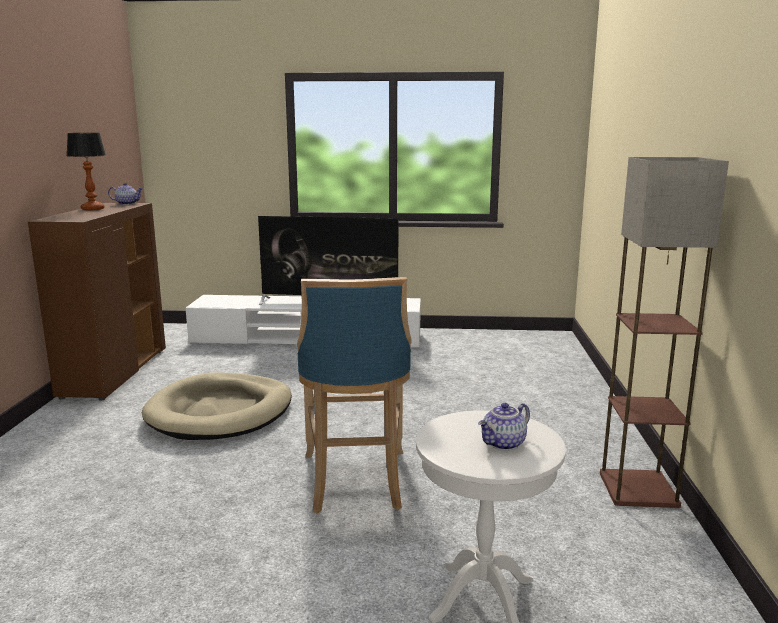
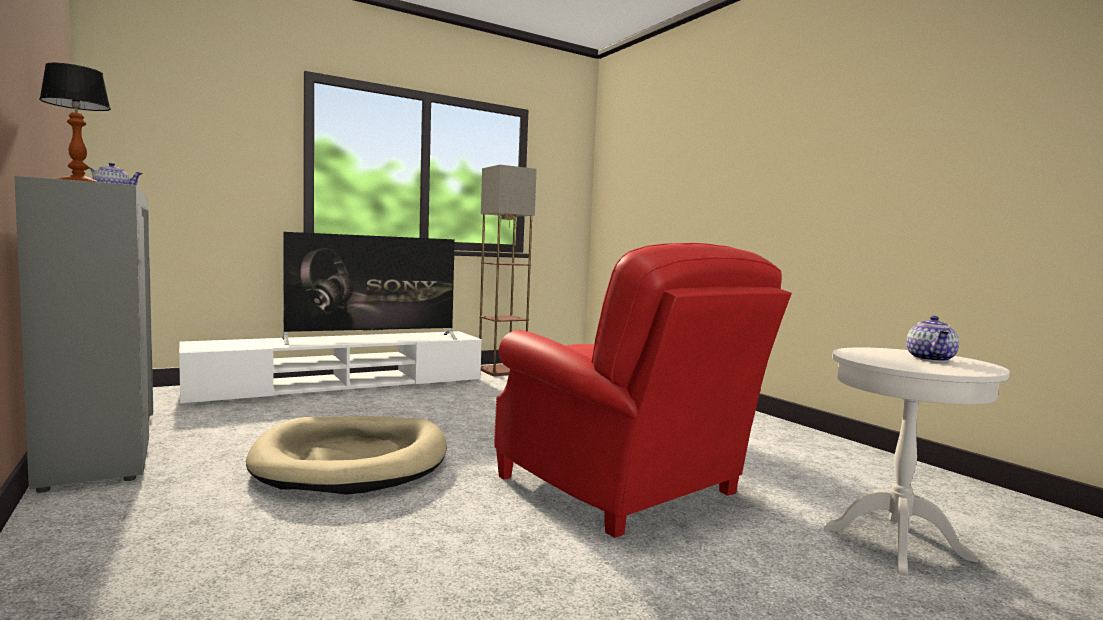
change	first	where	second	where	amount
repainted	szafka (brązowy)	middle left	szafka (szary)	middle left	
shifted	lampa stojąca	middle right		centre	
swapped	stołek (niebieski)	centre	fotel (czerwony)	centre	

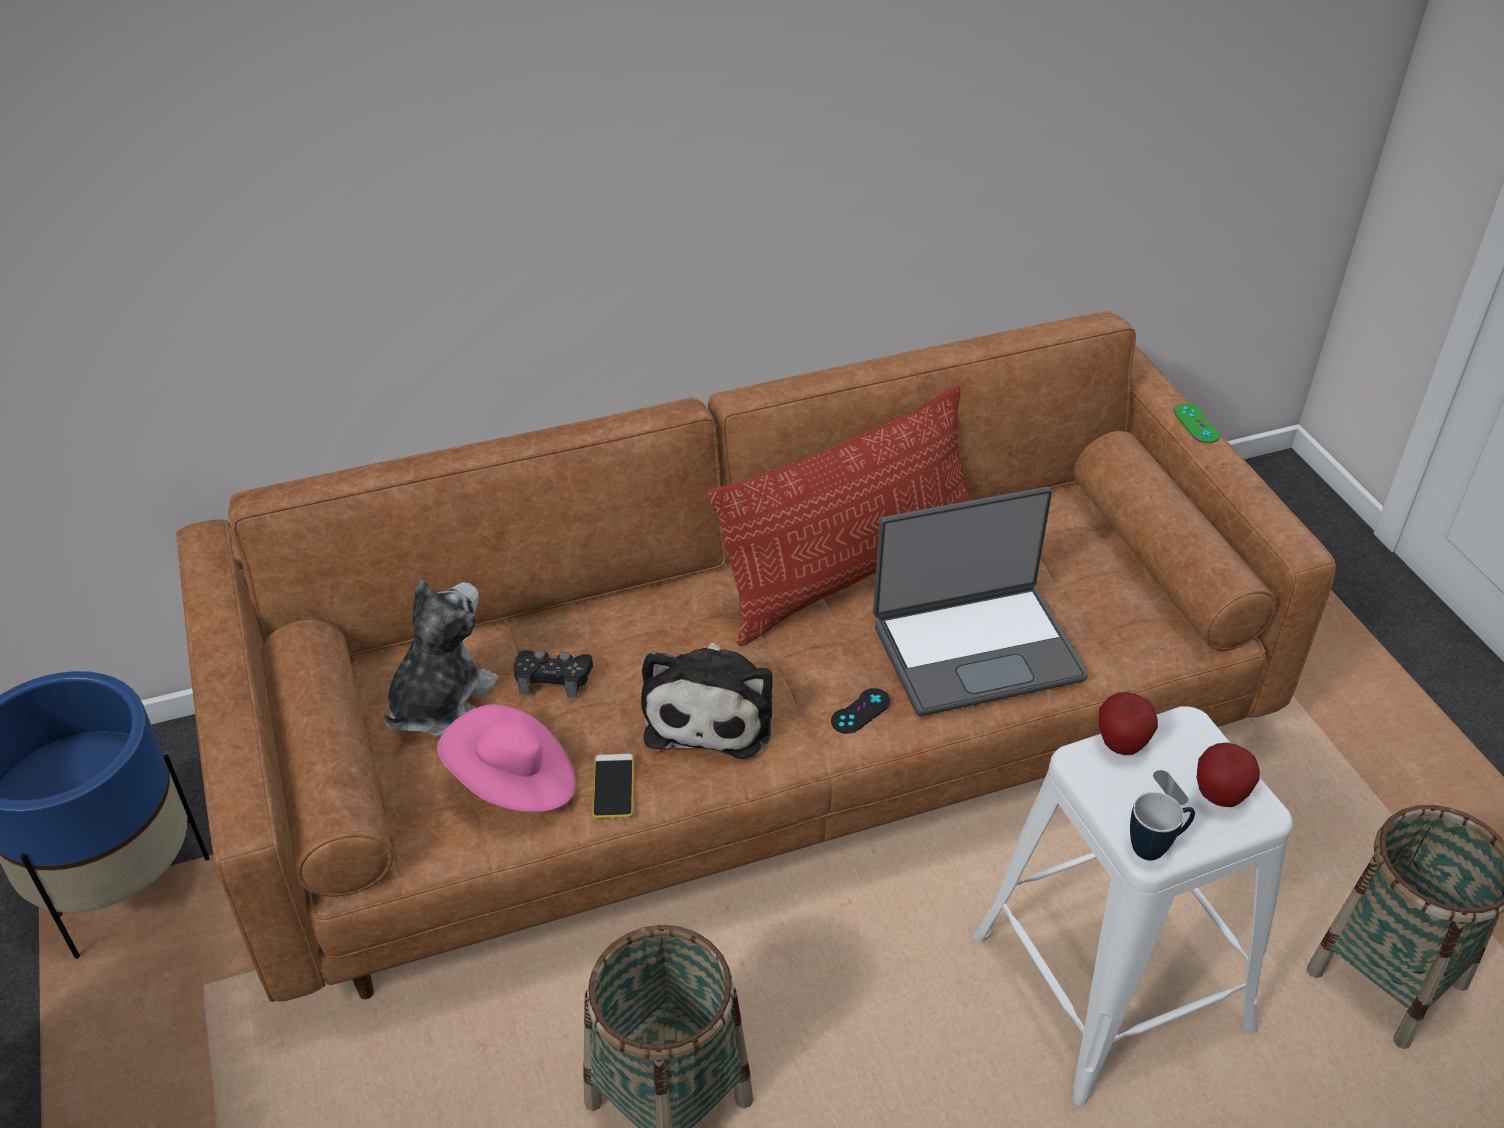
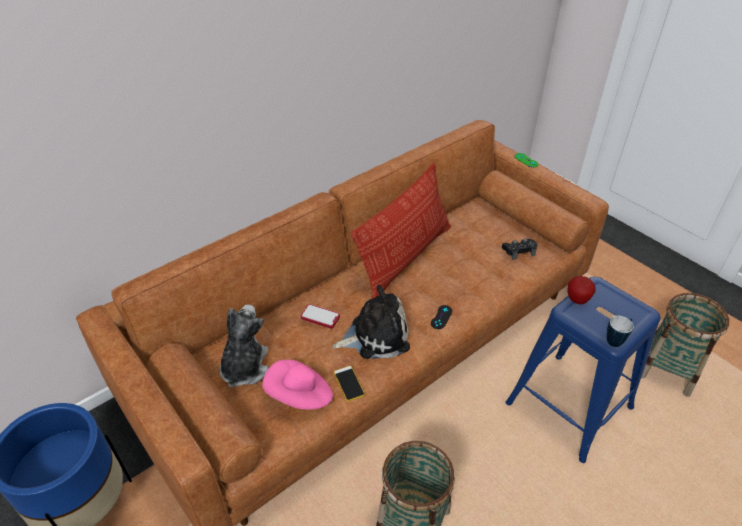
change	first	where	second	where	amount
new			telefon (no. 1 from left)	centre	
rotated	pluszak (no. 2 from left)	centre		centre	90 degrees counterclockwise
shifted	pad do gier (czarny) (no. 1 from left in the first image)	centre	pad do gier (czarny) (no. 2 from left)	middle right	
repainted	stołek (biały)	bottom right	stołek (niebieski)	bottom right	
gone	laptop	centre			
gone	jabłko (no. 2 from left)	bottom right			

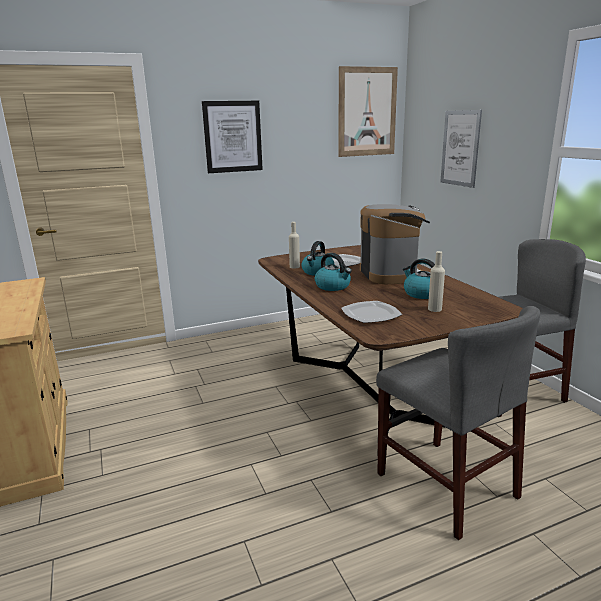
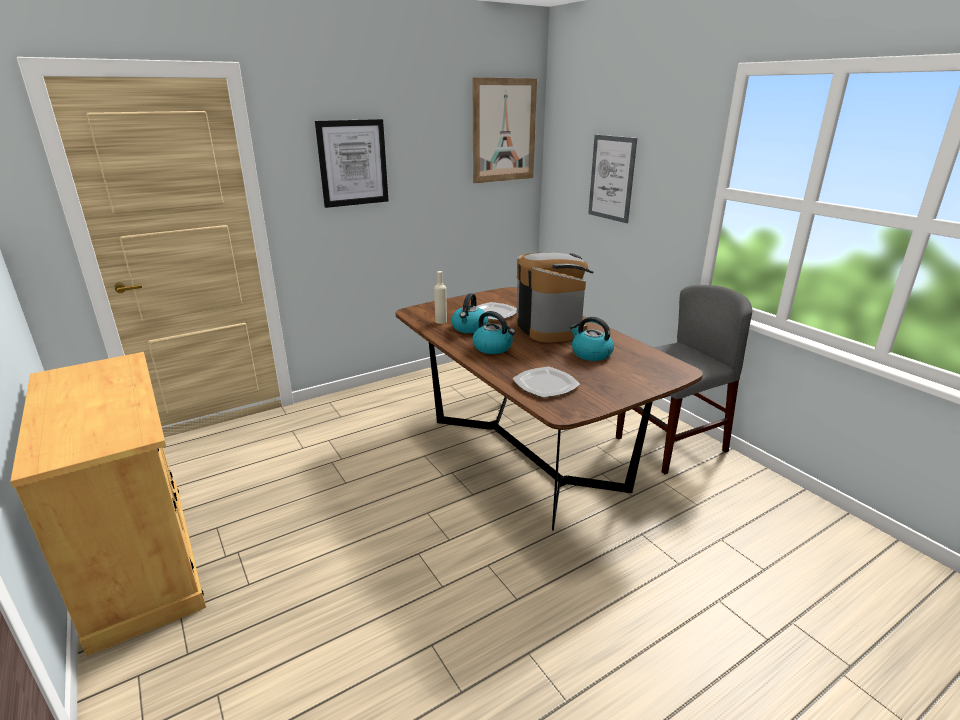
change	first	where	second	where	amount
gone	krzesło (szary) (no. 1 from left)	bottom right			
gone	butelka (beżowy) (no. 2 from left)	middle right			

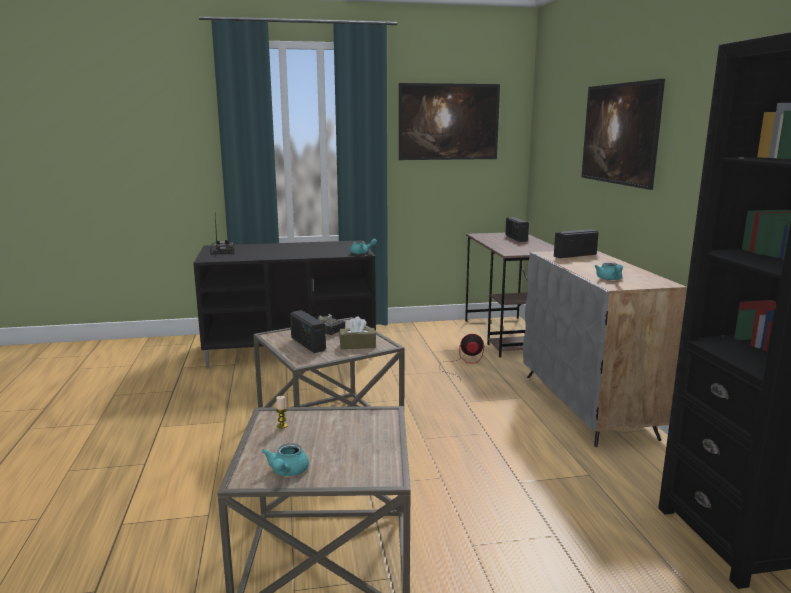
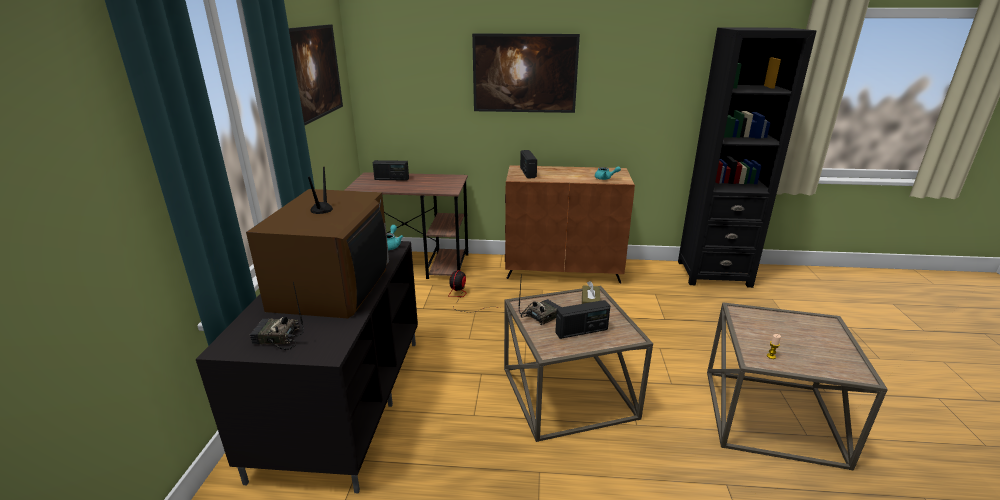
change	first	where	second	where	amount
new			telewizor	middle left	
repainted	szafka (szary)	middle right	szafka (brązowy)	centre	
gone	imbryk (turkusowy) (no. 1 from left)	bottom centre			

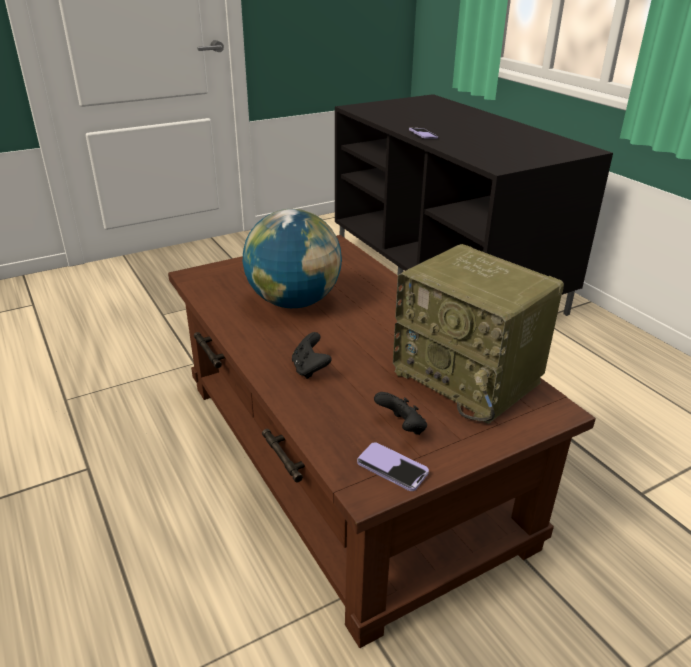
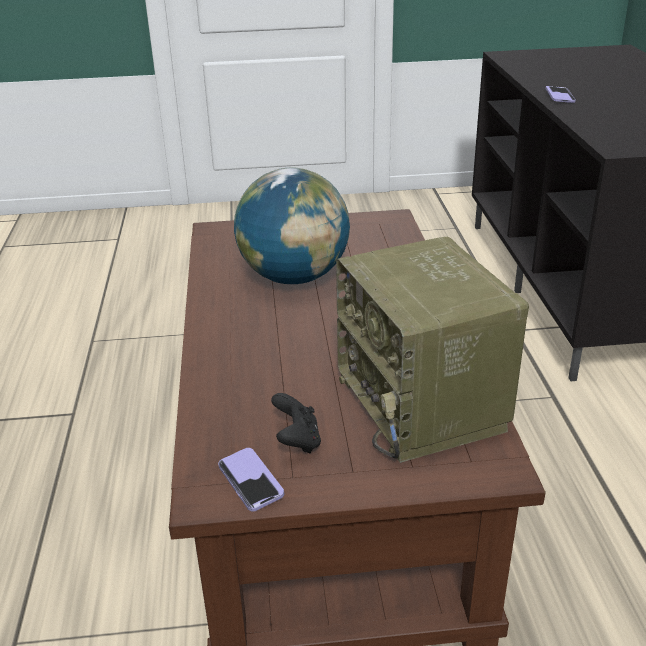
change	first	where	second	where	amount
gone	pad do gier (czarny) (no. 1 from left)	centre			

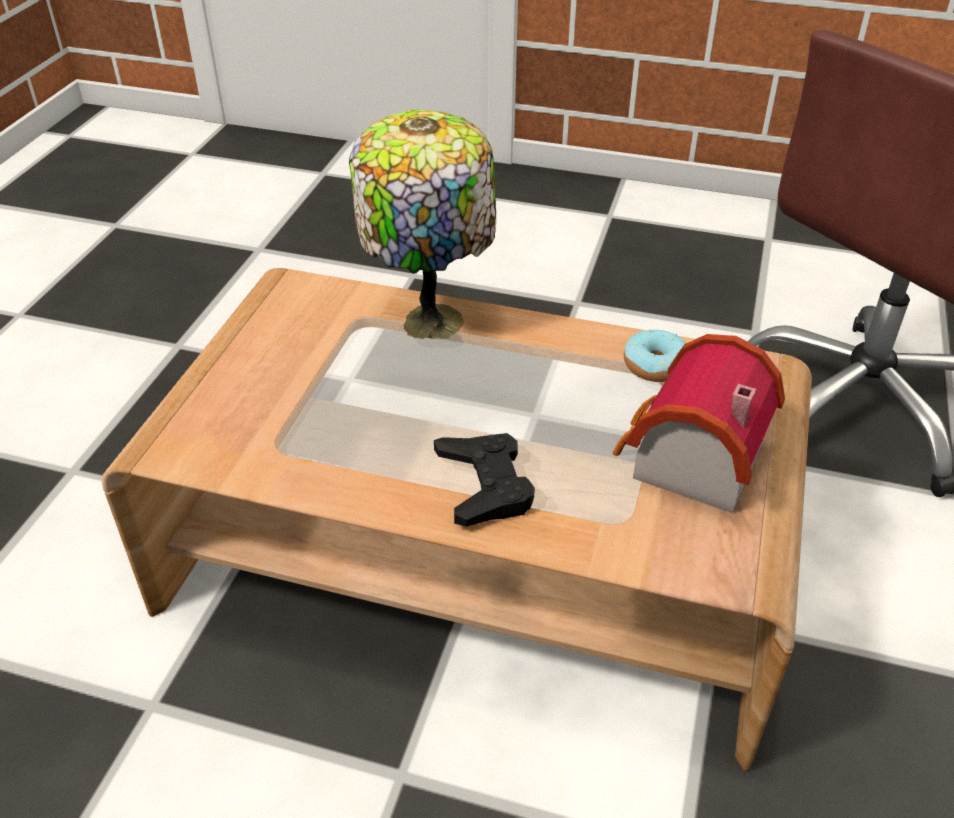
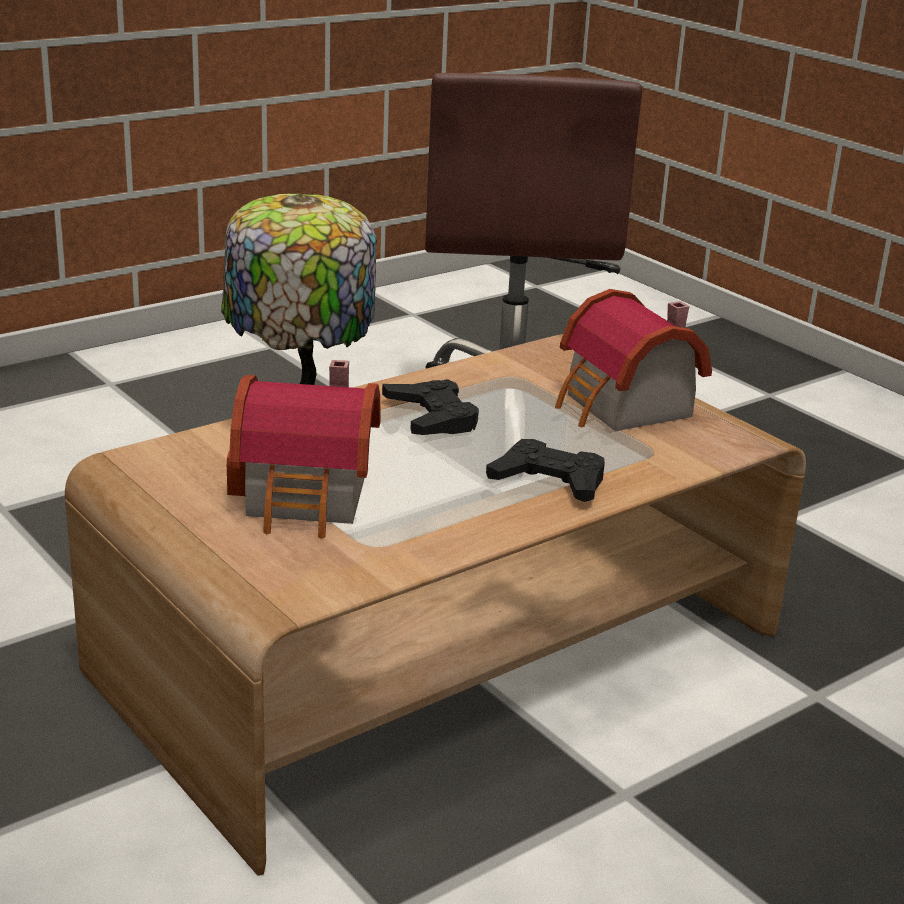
change	first	where	second	where	amount
new			domek (no. 1 from left)	centre	
new			pad do gier (czarny) (no. 1 from left)	centre	
gone	donut	middle right			

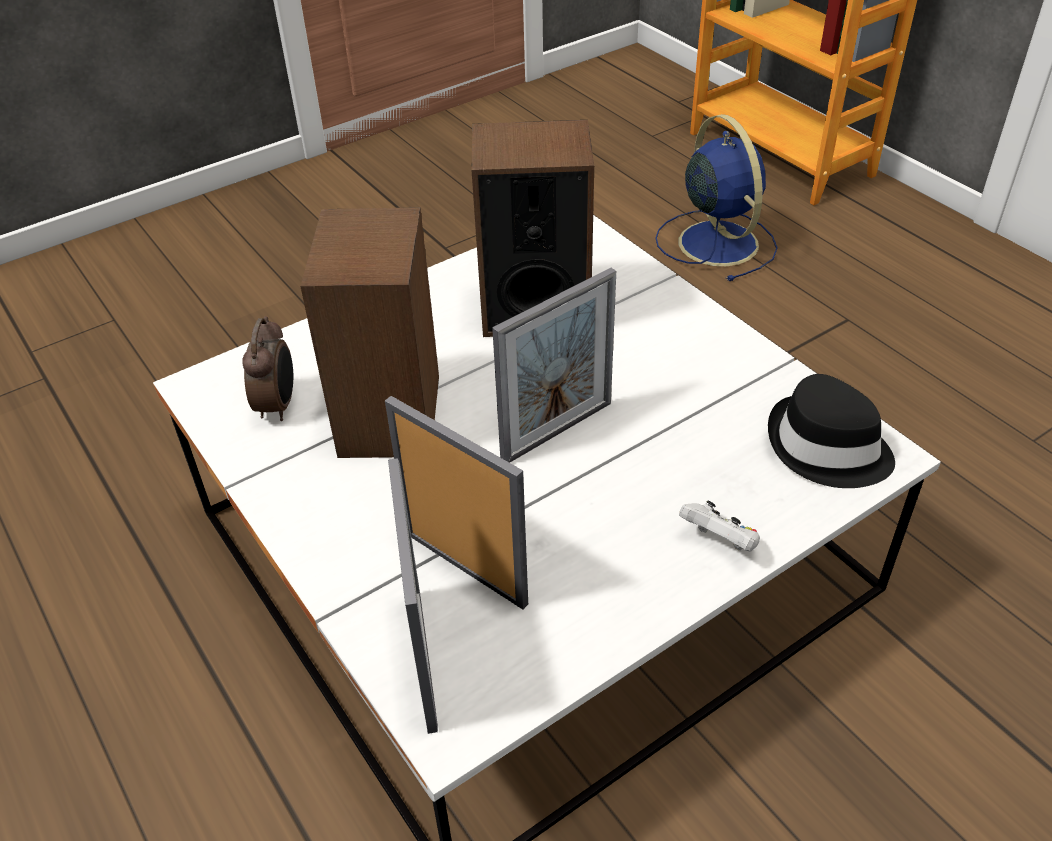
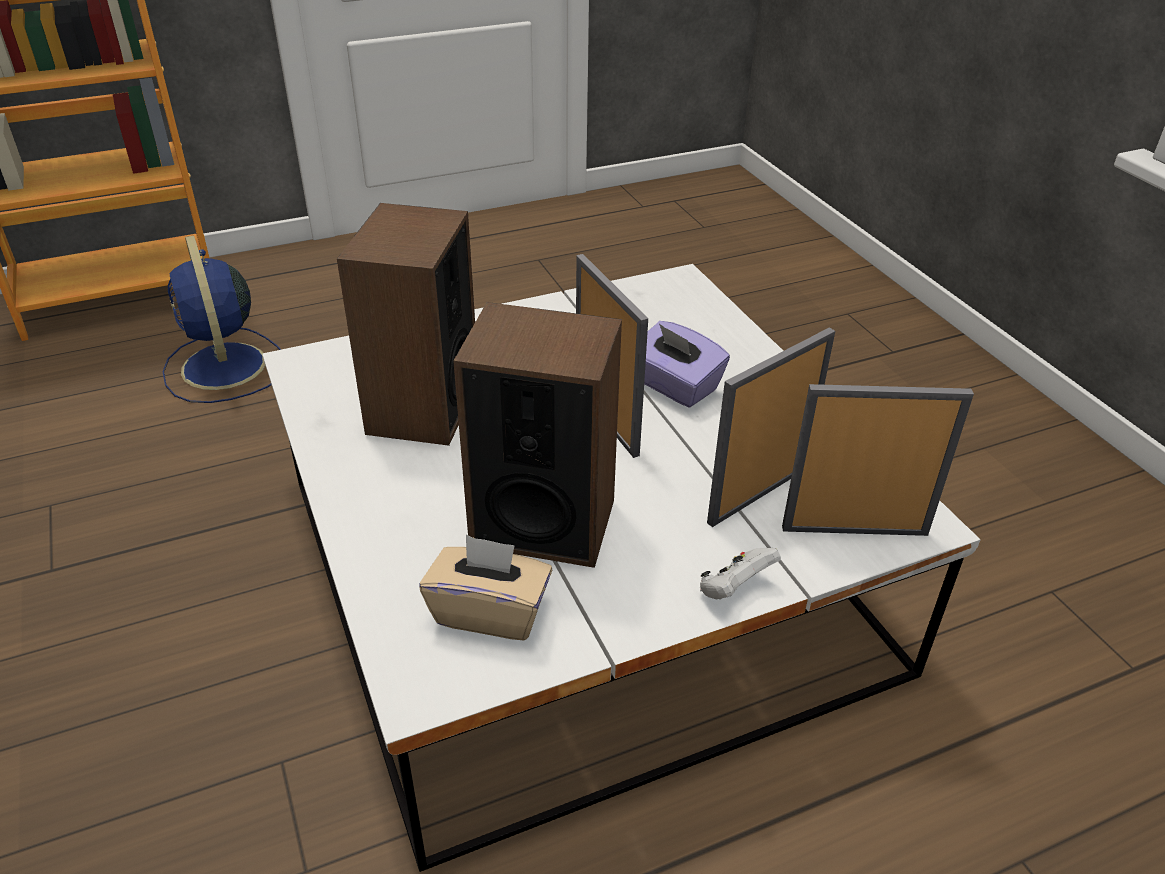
change	first	where	second	where	amount
rotated	wentylator (niebieski)	top right		middle left	105 degrees counterclockwise
swapped	budzik	middle left	pudełko chusteczek (beżowy)	bottom centre	
new			pudełko chusteczek (fioletowy)	centre	
shifted	pad do gier (biały)	middle right		centre	
gone	kapelusz (czarny)	middle right			

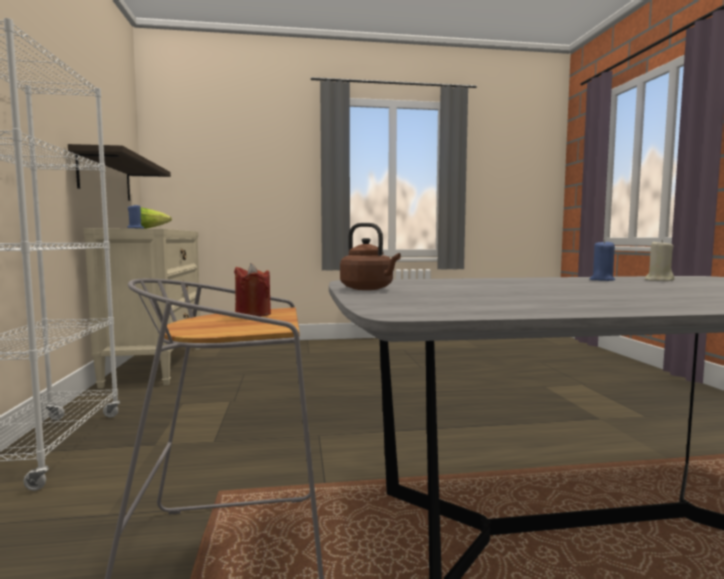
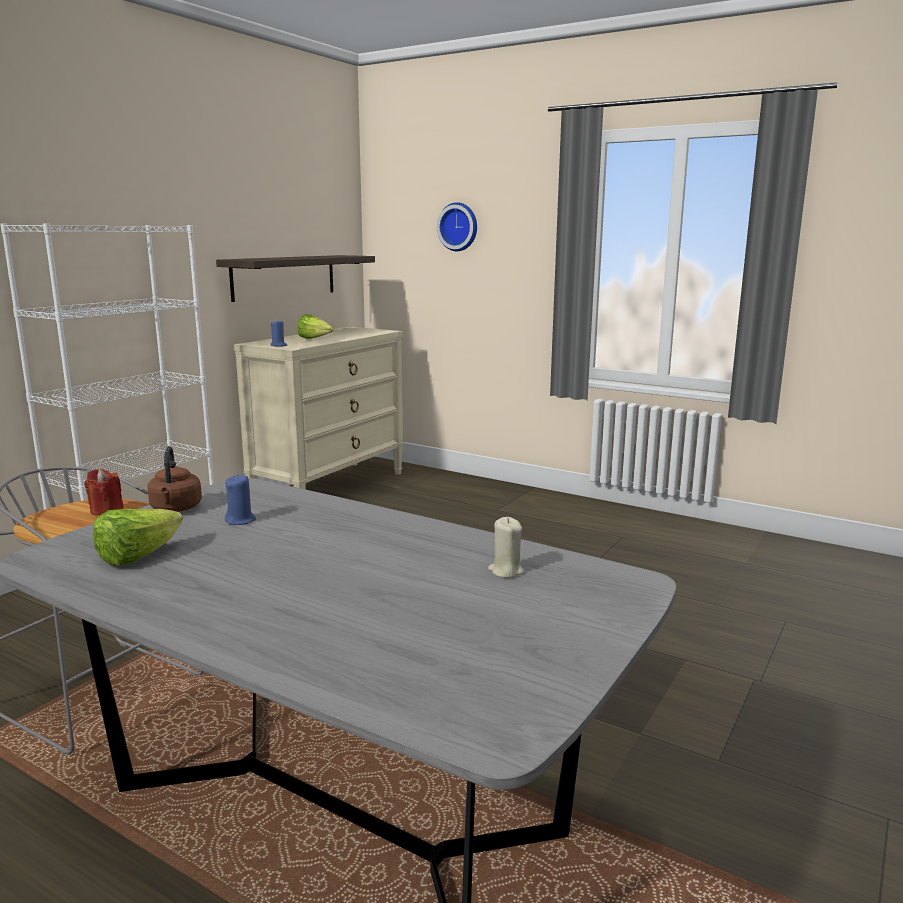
change	first	where	second	where	amount
new			sałata (no. 1 from left)	middle left	
shifted	świeca (niebieski) (no. 2 from left in the first image)	middle right	świeca (niebieski) (no. 1 from left)	middle left	
new			zegar ścienny	top centre	

